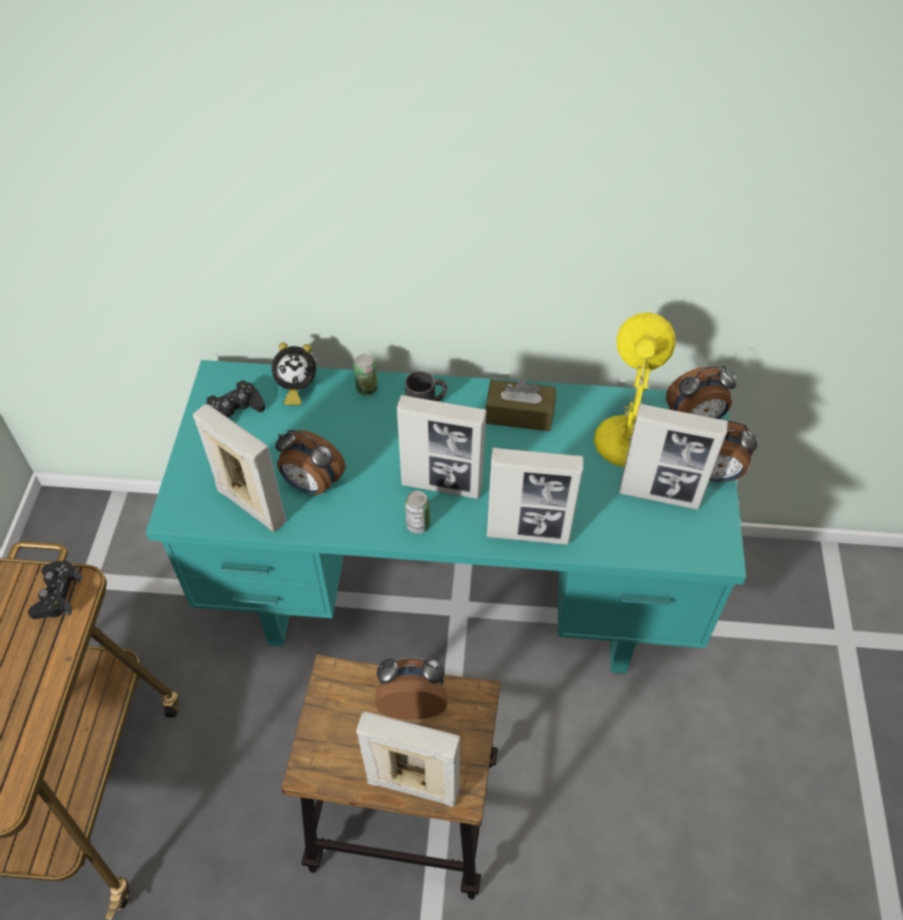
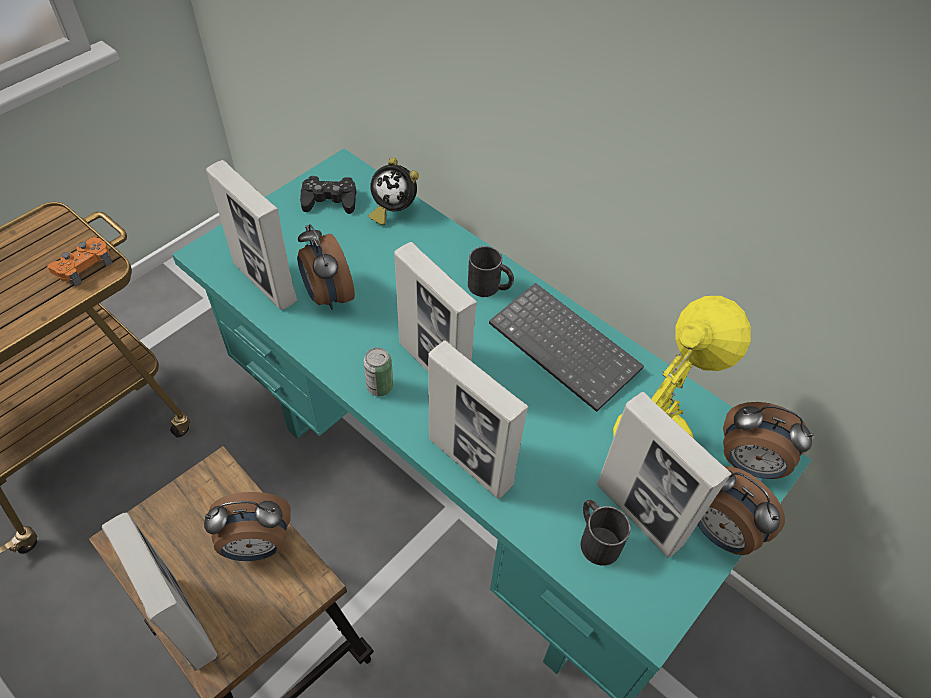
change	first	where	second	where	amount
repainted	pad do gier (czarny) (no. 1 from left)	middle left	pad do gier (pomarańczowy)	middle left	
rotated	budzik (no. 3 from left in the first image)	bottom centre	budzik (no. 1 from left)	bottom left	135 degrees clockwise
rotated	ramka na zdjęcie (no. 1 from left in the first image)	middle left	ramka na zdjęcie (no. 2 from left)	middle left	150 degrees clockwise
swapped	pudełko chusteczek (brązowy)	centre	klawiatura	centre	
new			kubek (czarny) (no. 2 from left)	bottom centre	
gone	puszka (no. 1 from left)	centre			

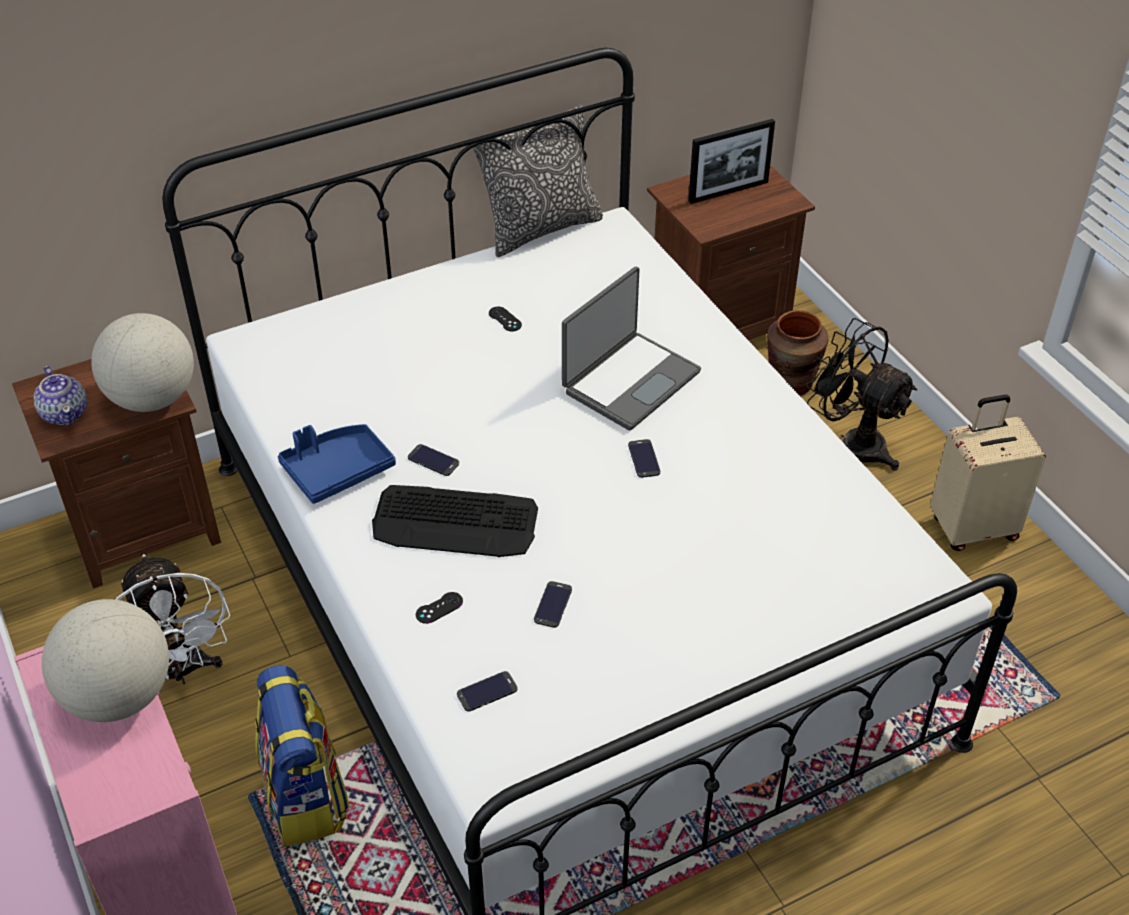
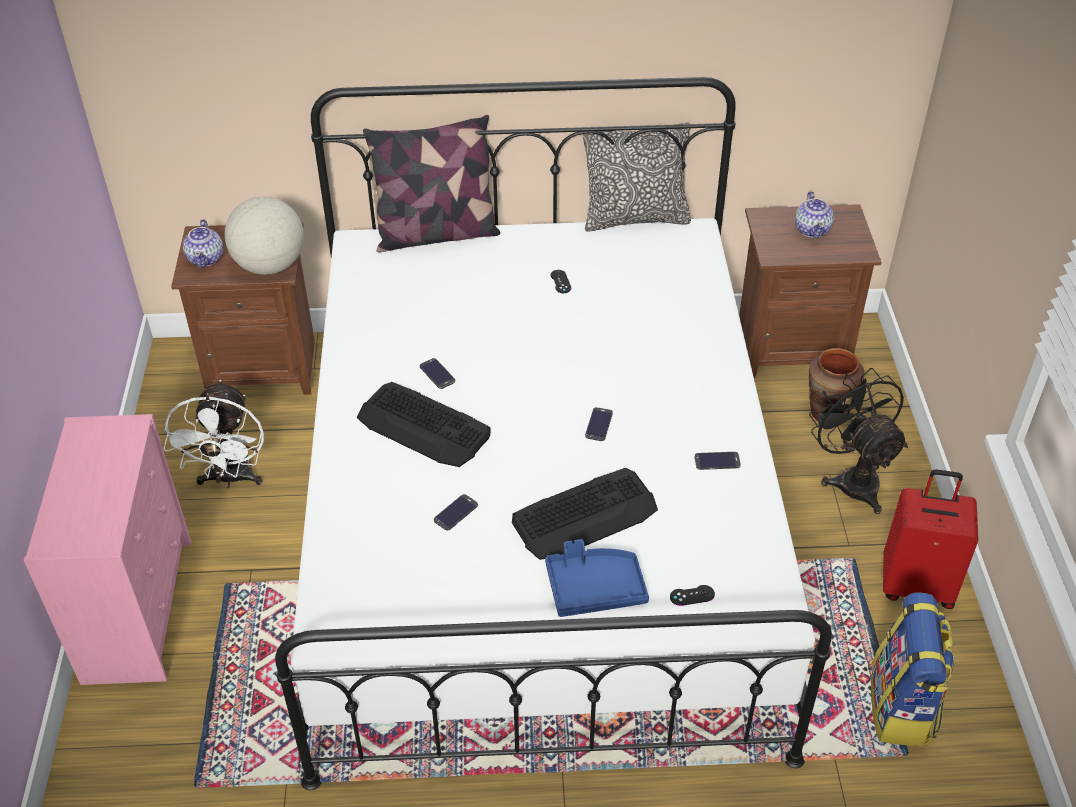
change	first	where	second	where	amount
new			poduszka (no. 1 from left)	top centre	
new			klawiatura (no. 2 from left)	centre	
shifted	taca (niebieski)	middle left		bottom centre	
shifted	pad do gier (czarny) (no. 1 from left in the first image)	centre	pad do gier (czarny) (no. 2 from left)	bottom centre	
shifted	telefon (no. 2 from left in the first image)	bottom centre	telefon (no. 4 from left)	middle right	
swapped	ramka na zdjęcie	top centre	imbryk (no. 2 from left)	top right	
shifted	plecak	bottom left		bottom right	
repainted	walizka (beżowy)	middle right	walizka (czerwony)	bottom right	
gone	globus (no. 1 from left)	bottom left			
gone	laptop	centre			

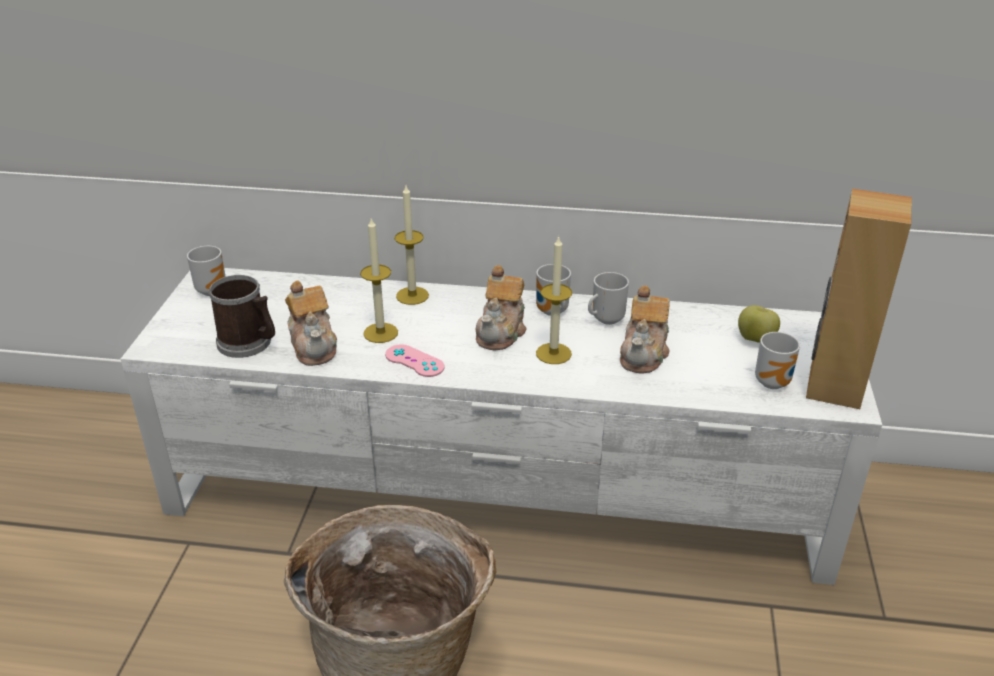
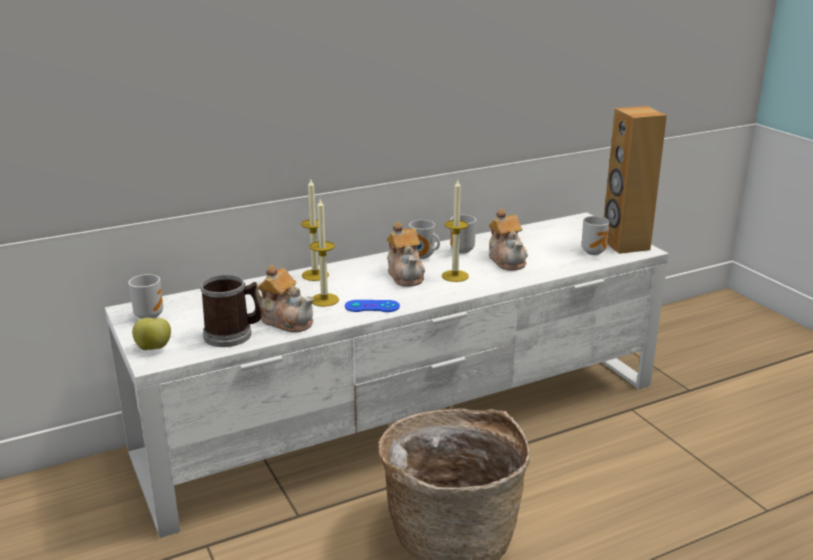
change	first	where	second	where	amount
shifted	jabłko	middle right		middle left	
repainted	pad do gier (różowy)	centre	pad do gier (niebieski)	centre	

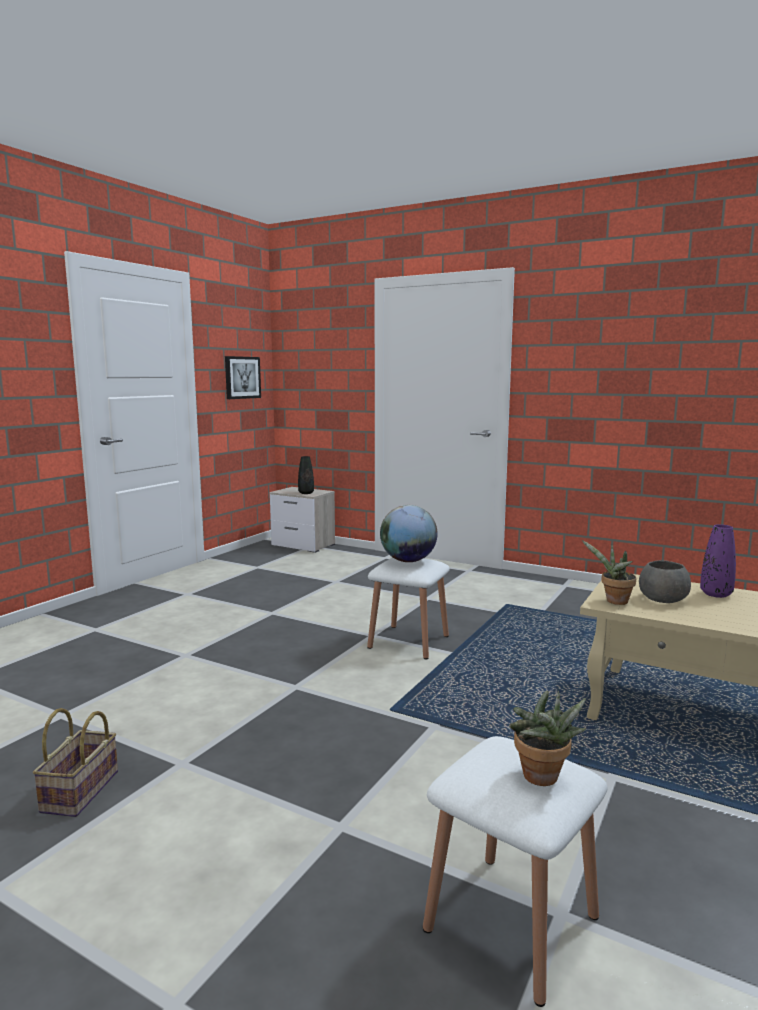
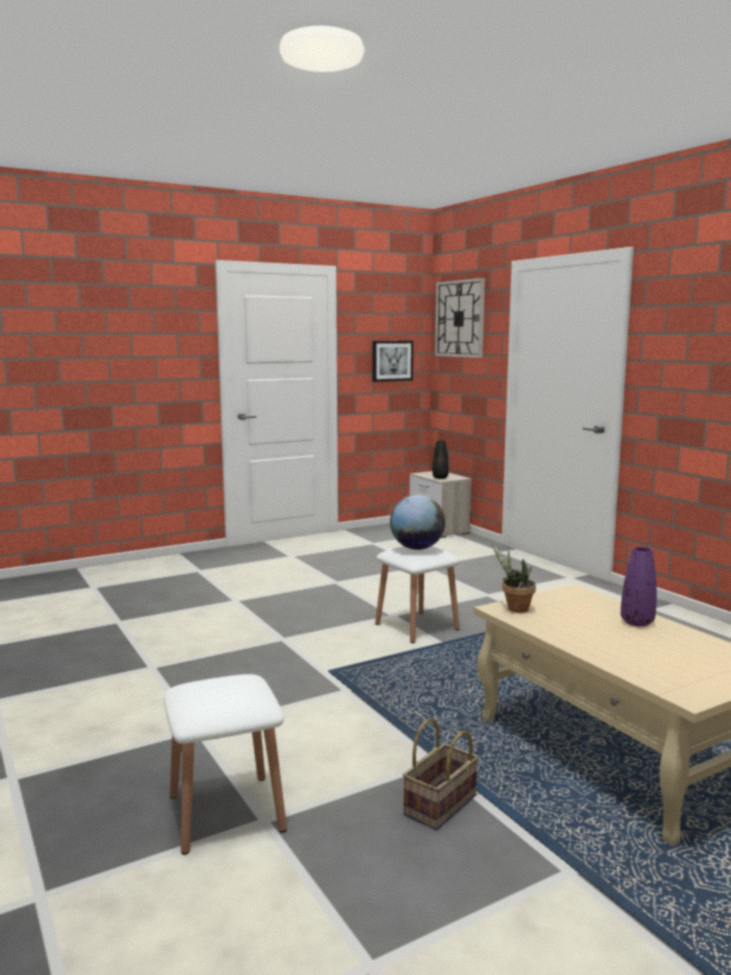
change	first	where	second	where	amount
shifted	koszyk	bottom left		bottom centre	
new			zegar ścienny	top centre	
gone	roślina doniczkowa (no. 1 from left)	bottom right			
gone	miska (szary)	middle right			

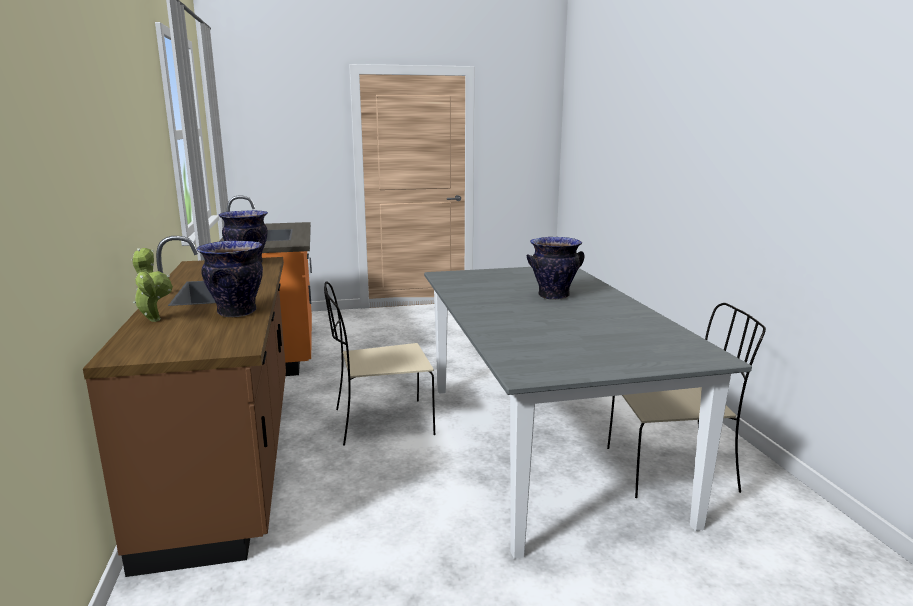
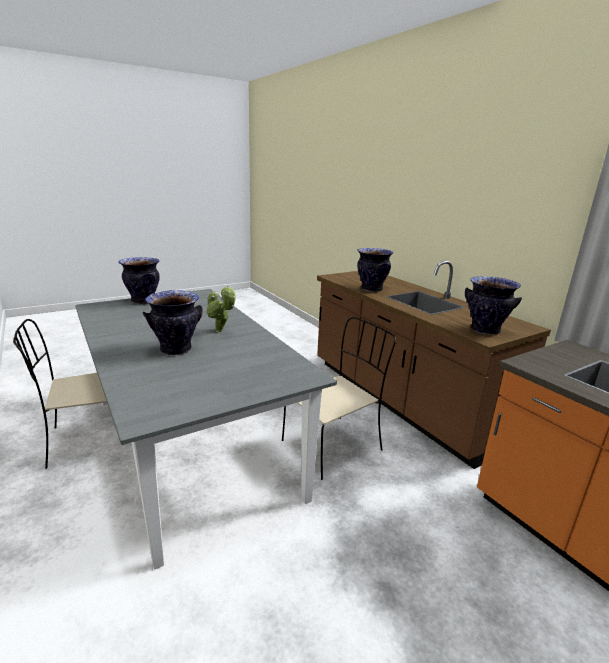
change	first	where	second	where	amount
new			wazon (no. 1 from left)	middle left	
shifted	roślina doniczkowa	middle left		centre	

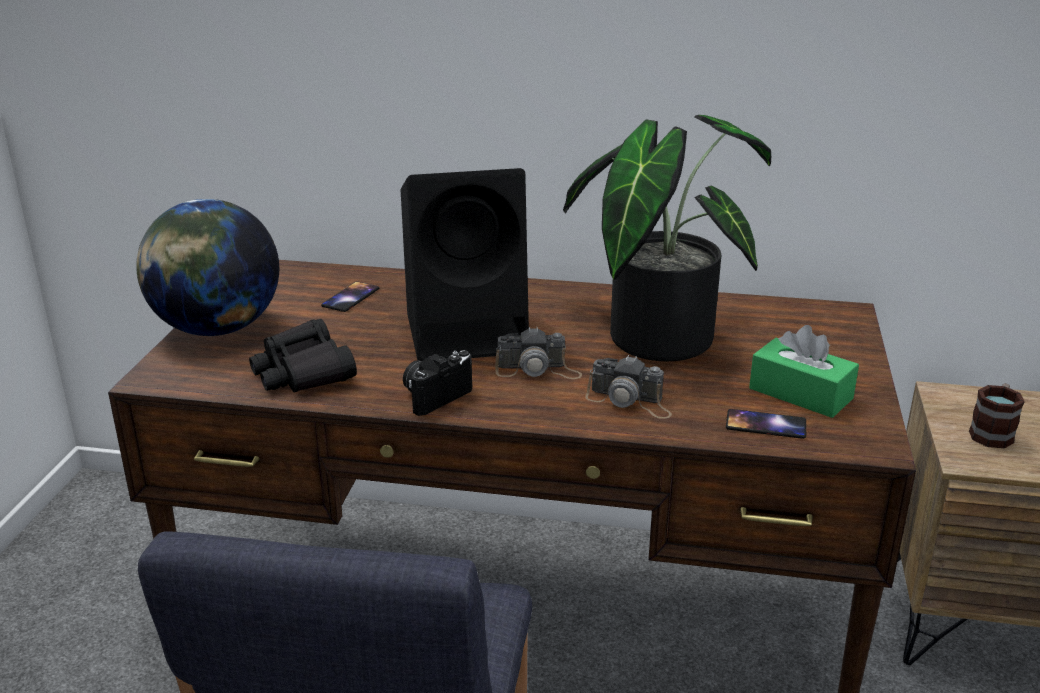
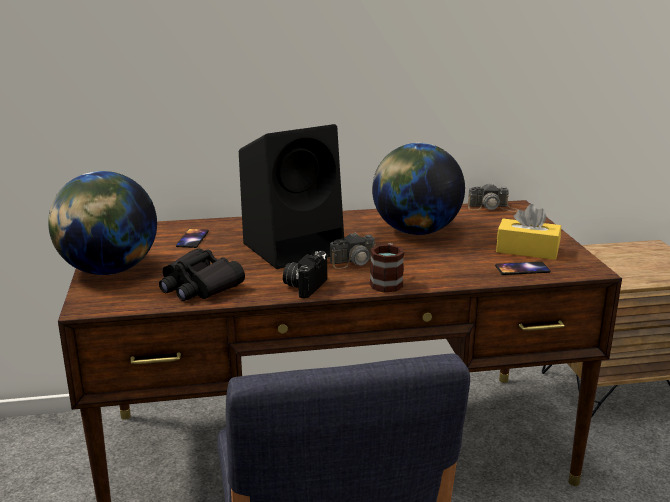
change	first	where	second	where	amount
shifted	kubek	middle right		centre	
swapped	roślina doniczkowa	centre	globus (no. 2 from left)	centre	
shifted	aparat fotograficzny (no. 3 from left)	centre		middle right	
repainted	pudełko chusteczek (zielony)	middle right	pudełko chusteczek (żółty)	middle right	

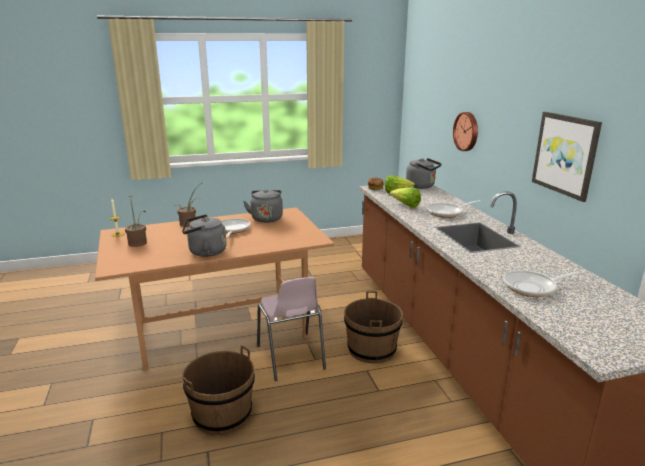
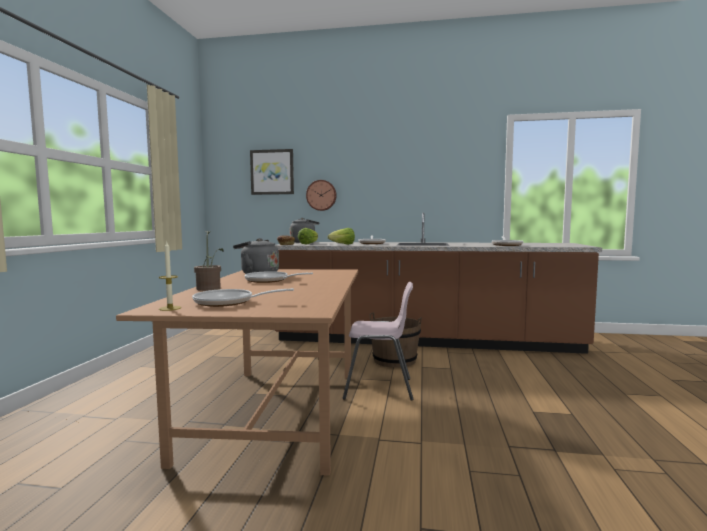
change	first	where	second	where	amount
swapped	roślina doniczkowa (no. 1 from left)	middle left	patelnia (no. 1 from left)	centre	
shifted	obraz	middle right		top centre	
gone	czajnik (szary) (no. 1 from left)	middle left			
gone	wiadro (brązowy) (no. 1 from left)	bottom centre			

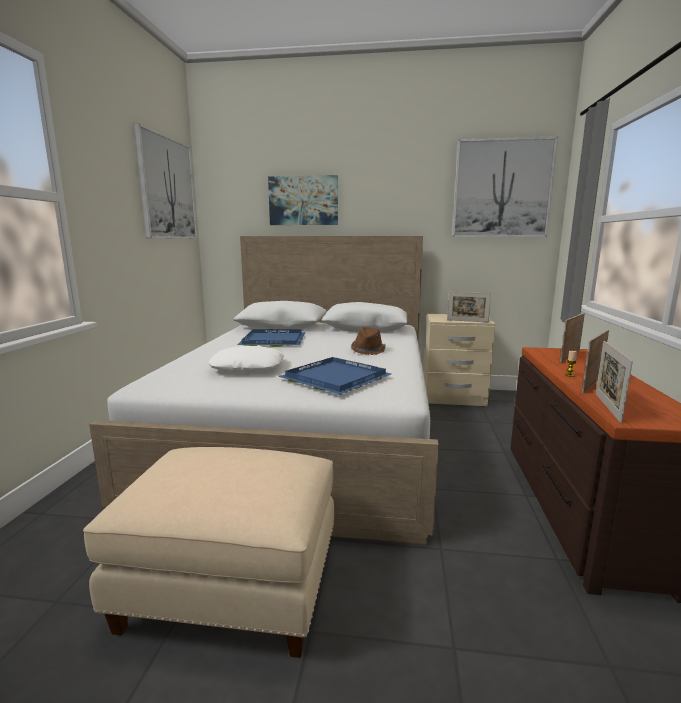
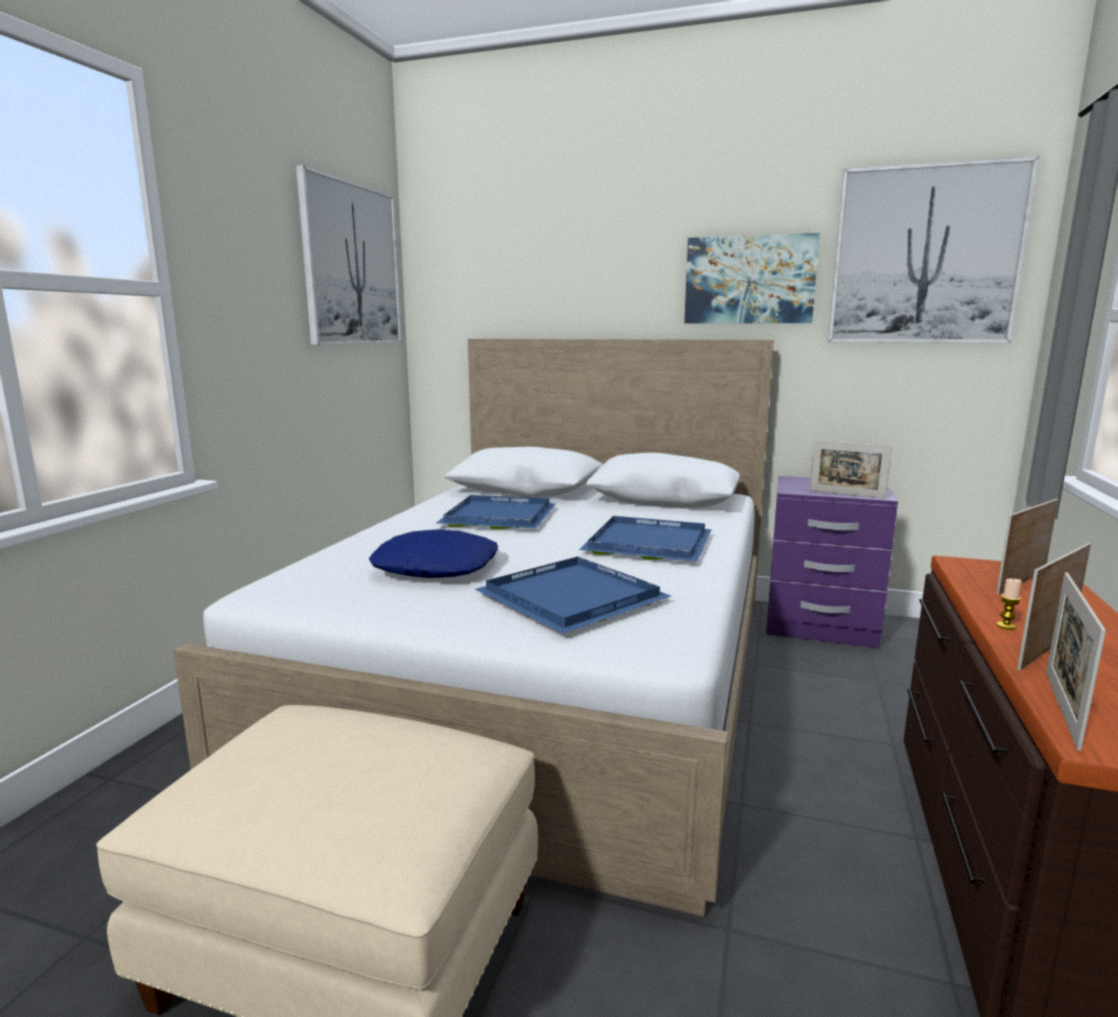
change	first	where	second	where	amount
repainted	poduszka (biały)	centre	poduszka (niebieski)	centre	
swapped	kapelusz (brązowy)	centre	taca (niebieski) (no. 3 from left)	centre	
shifted	obraz (no. 2 from left)	top centre		top right	
repainted	szafka nocna (beżowy)	middle right	szafka nocna (fioletowy)	middle right	

